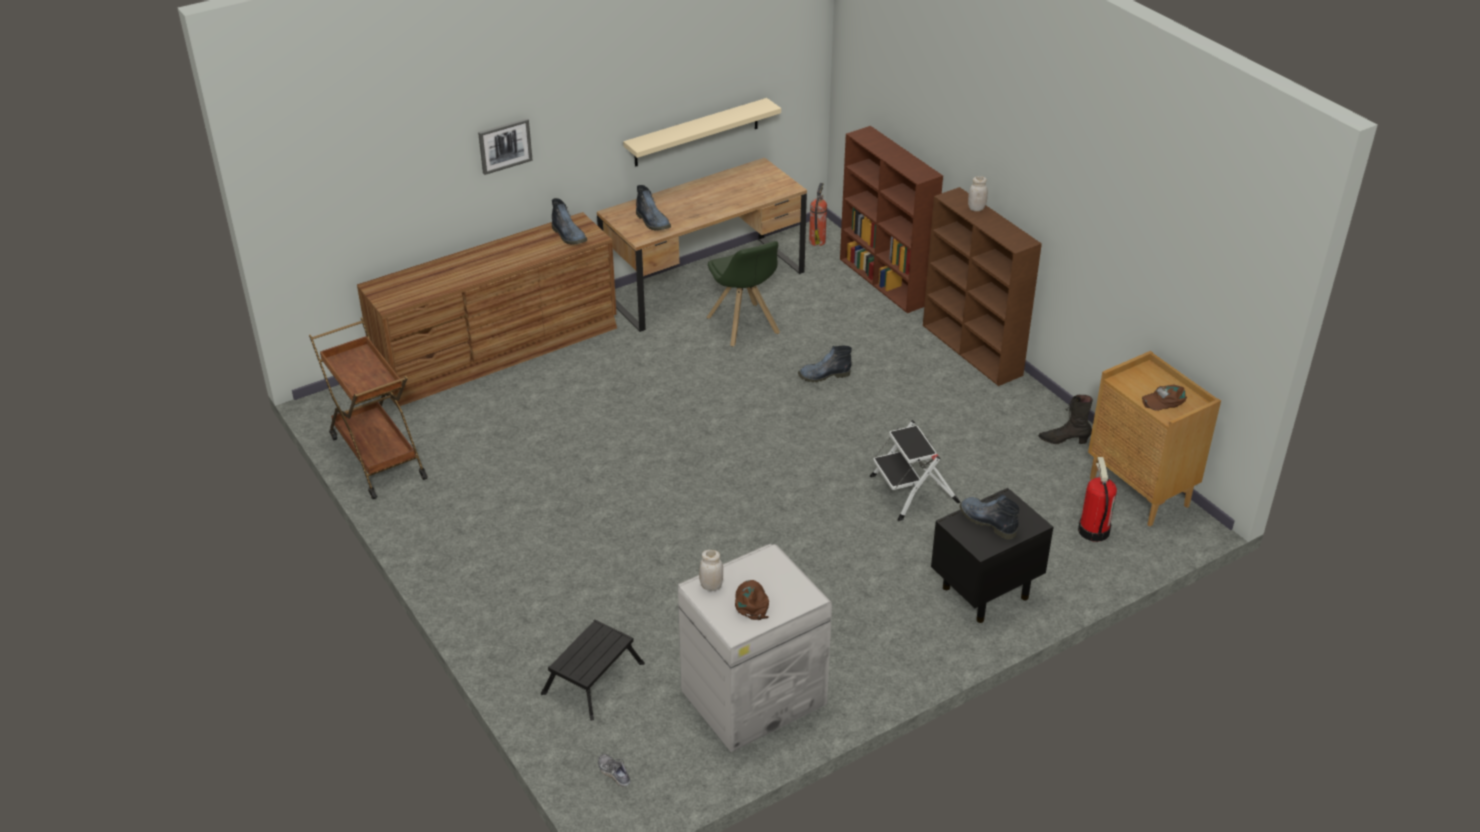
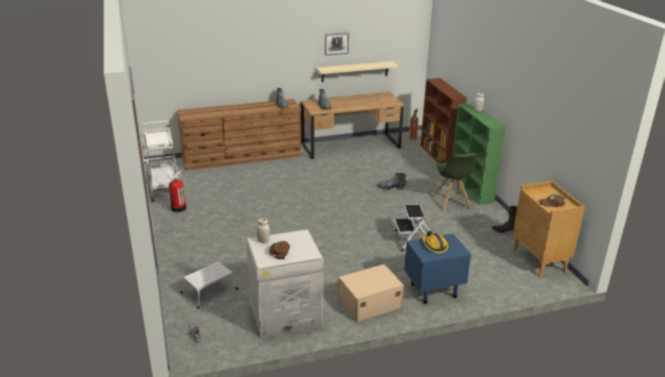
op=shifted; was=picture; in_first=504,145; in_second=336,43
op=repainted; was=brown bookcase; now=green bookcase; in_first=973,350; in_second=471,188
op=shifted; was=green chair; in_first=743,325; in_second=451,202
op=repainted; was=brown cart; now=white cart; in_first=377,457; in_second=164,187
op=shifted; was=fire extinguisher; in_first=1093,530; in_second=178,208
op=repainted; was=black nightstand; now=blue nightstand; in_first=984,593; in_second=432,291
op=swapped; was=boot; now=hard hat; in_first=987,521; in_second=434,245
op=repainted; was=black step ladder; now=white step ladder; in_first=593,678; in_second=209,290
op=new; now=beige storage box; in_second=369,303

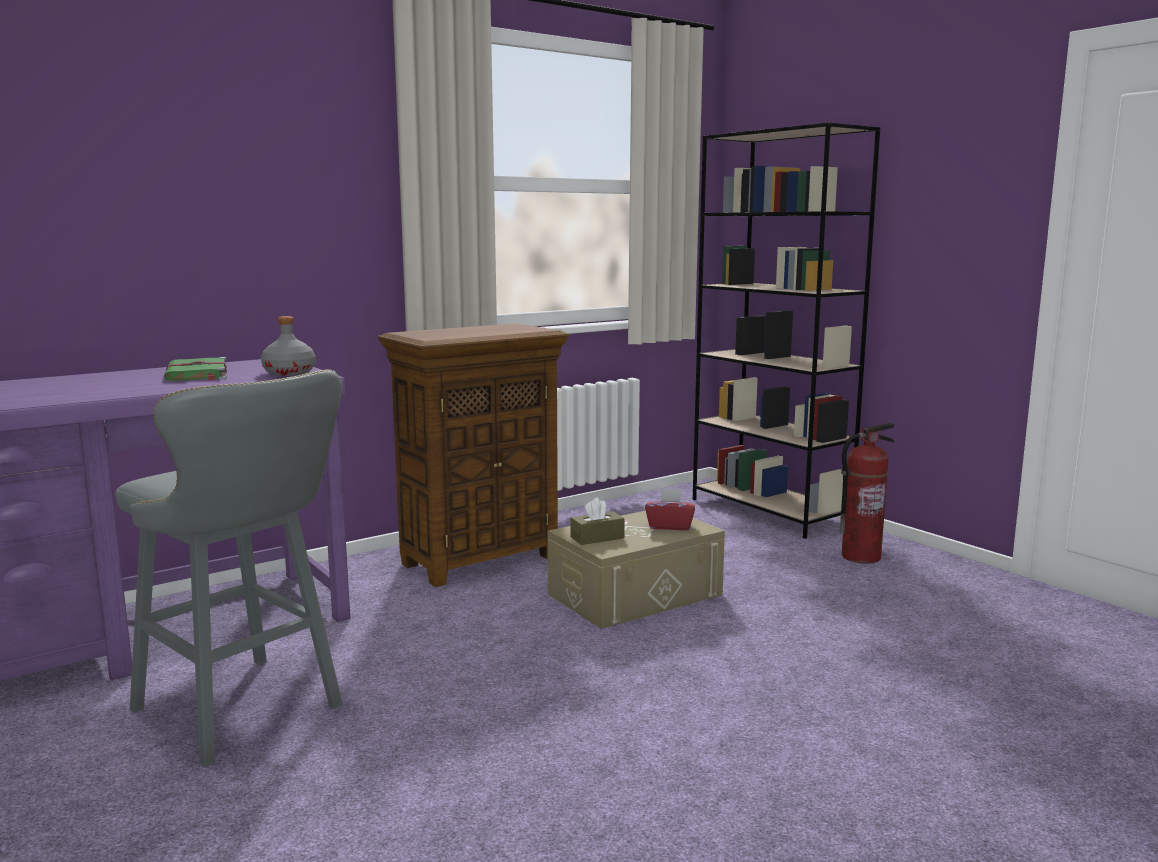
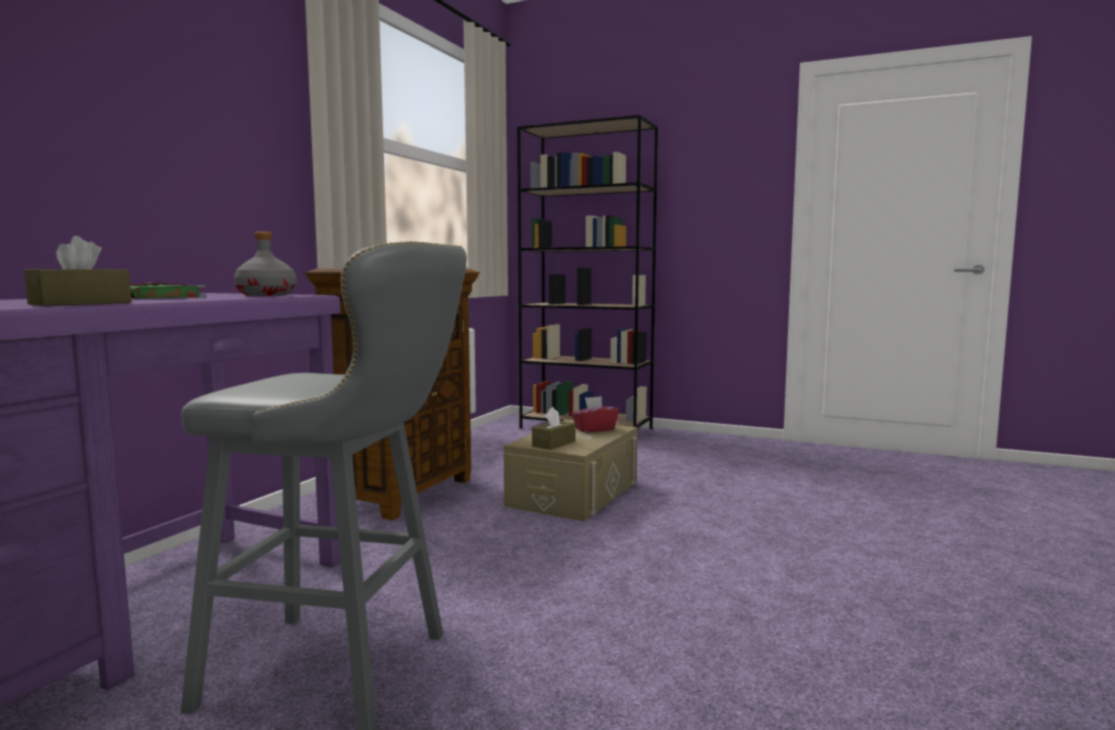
op=gone; was=fire extinguisher; in_first=861,557
op=new; now=brown tissue box; in_second=81,303

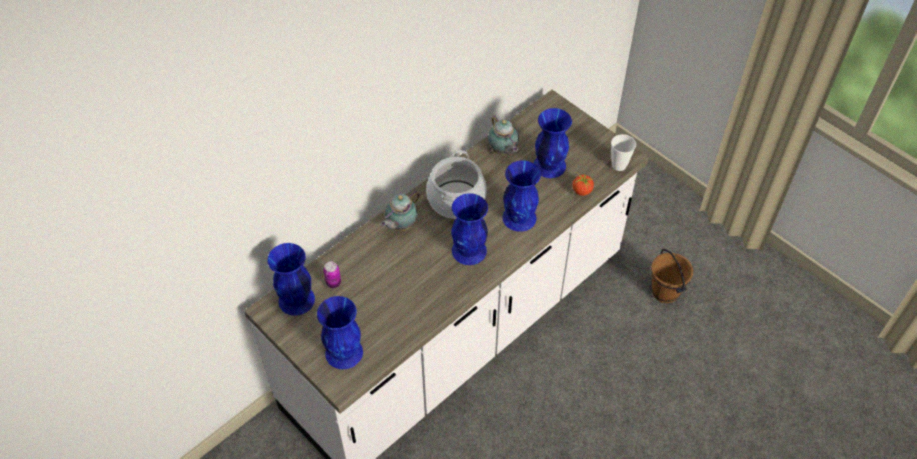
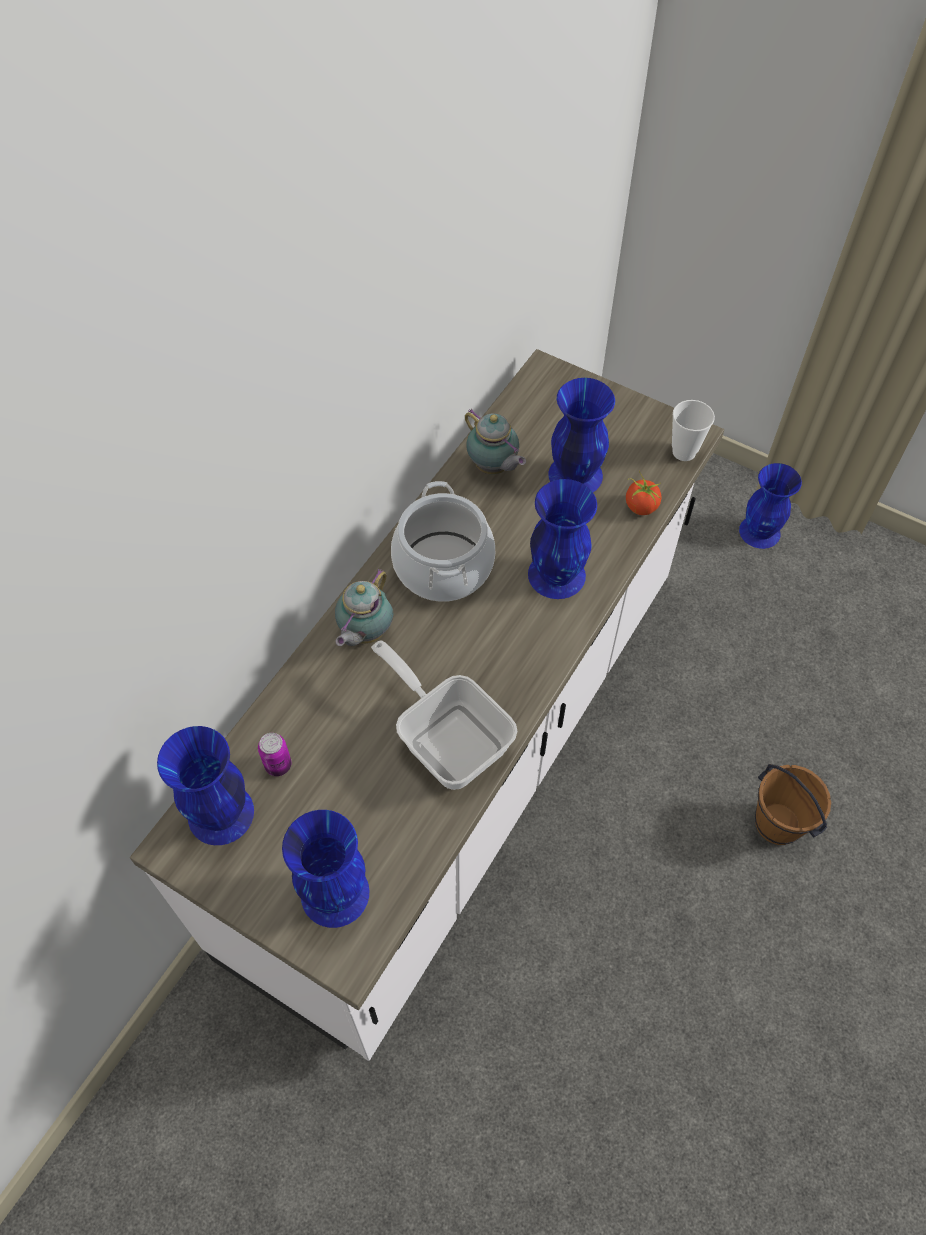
op=shifted; was=blue vase; in_first=469,251; in_second=760,532
op=shifted; was=brown bucket; in_first=665,292; in_second=778,823
op=new; now=frying pan; in_second=447,736

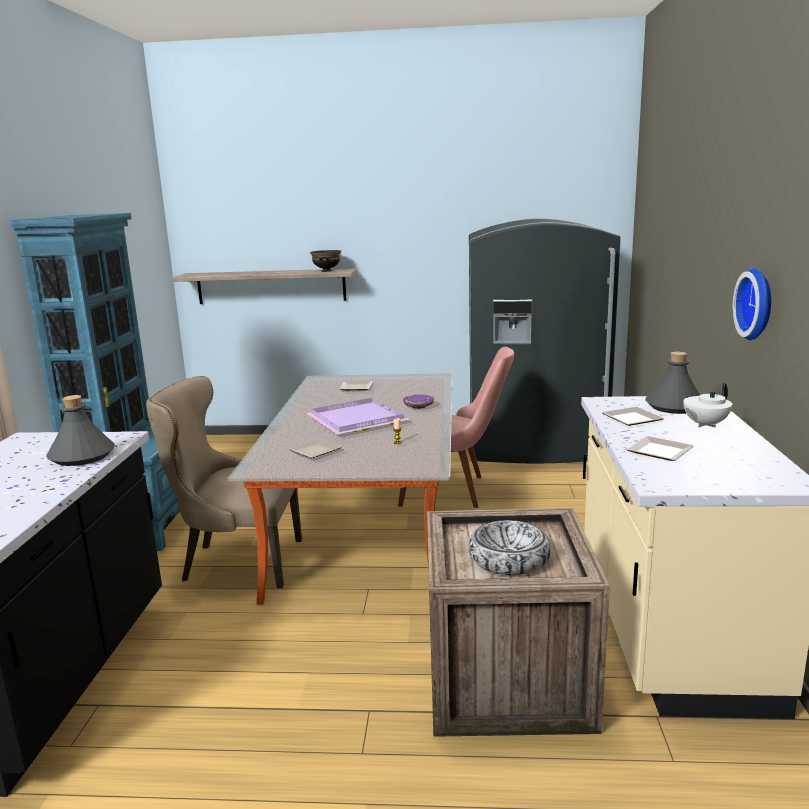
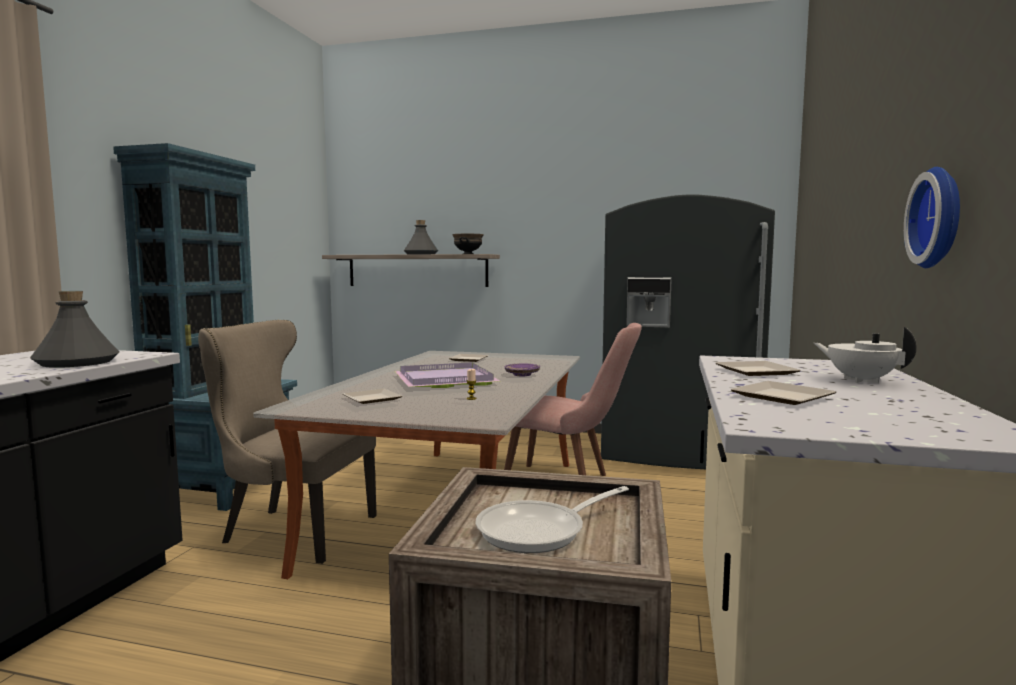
op=shifted; was=grey bottle; in_first=674,407; in_second=420,254
op=rotated; was=white teapot; in_first=704,425; in_second=861,380; clockwise=75
op=swapped; was=bowl; now=frying pan; in_first=509,558; in_second=539,531

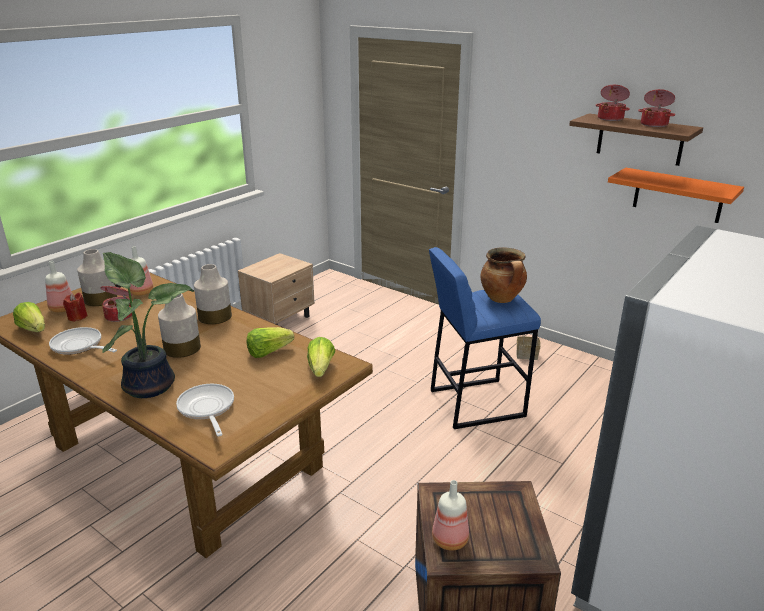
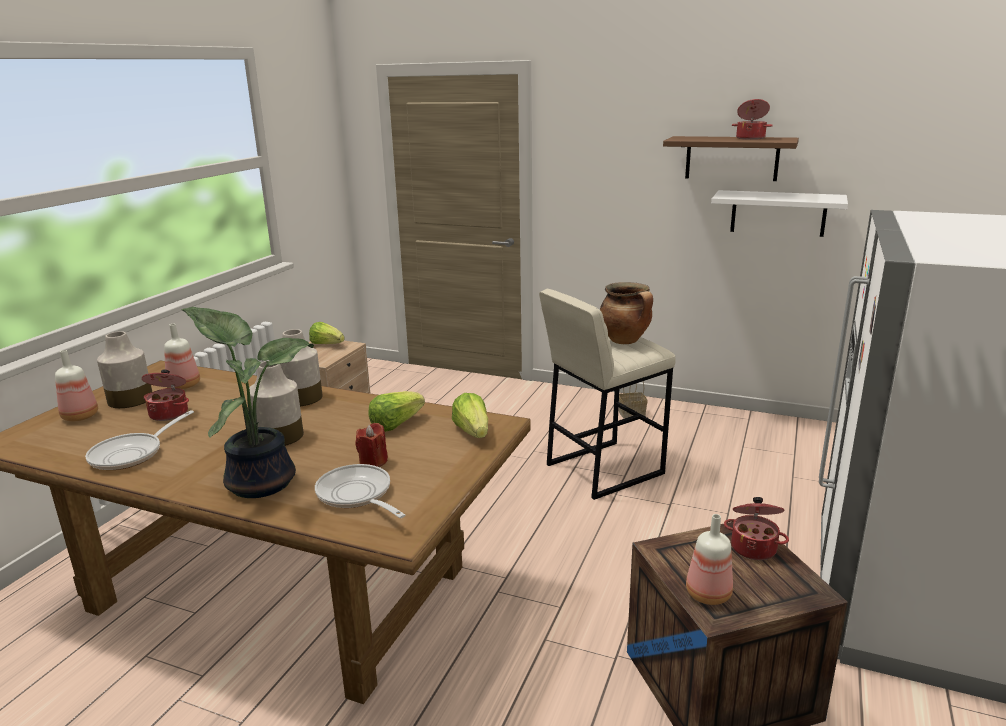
op=shifted; was=cooking pot; in_first=610,118; in_second=754,547
op=repainted; was=orange shelf; now=white shelf; in_first=678,195; in_second=778,213
op=repainted; was=blue stool; now=beige stool; in_first=474,403; in_second=602,470
op=shifted; was=red candle; in_first=77,317; in_second=373,462
op=shifted; was=lettuce; in_first=33,329; in_second=327,344
op=rotated; was=frying pan; in_first=79,346; in_second=132,454; clockwise=-75

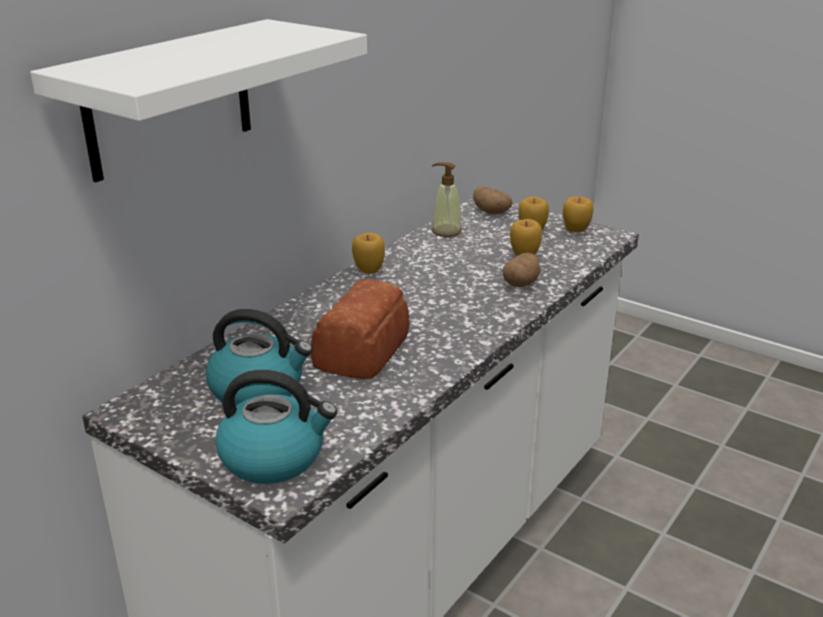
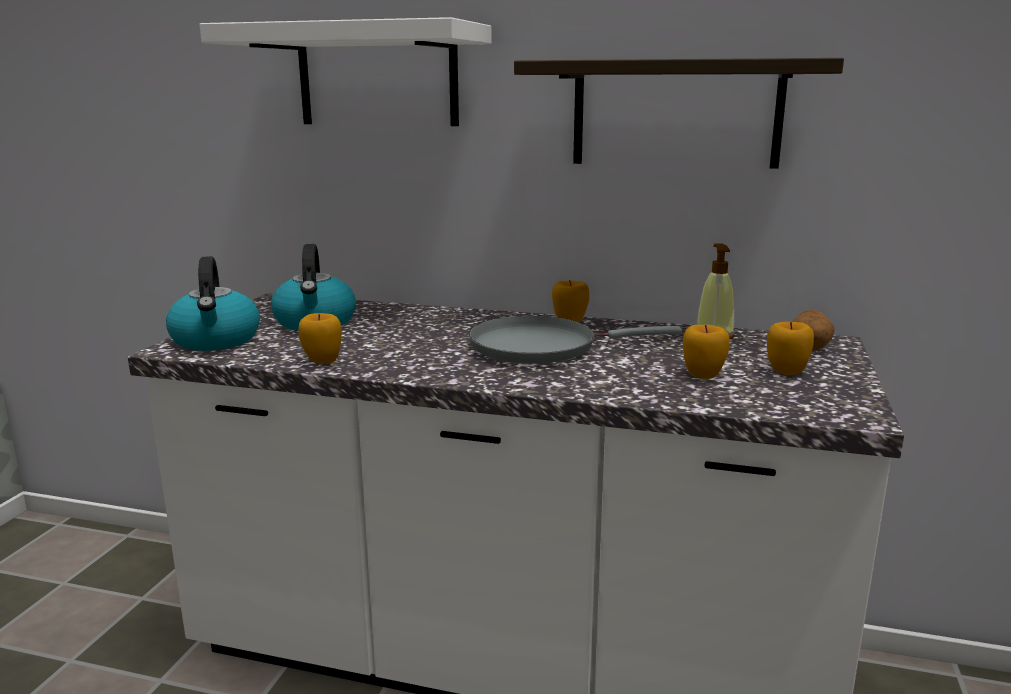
op=shifted; was=apple; in_first=575,230; in_second=322,361
op=gone; was=potato; in_first=521,283
op=gone; was=bread; in_first=364,350
op=new; now=shelf; in_second=676,114
op=new; now=grey frying pan; in_second=541,347

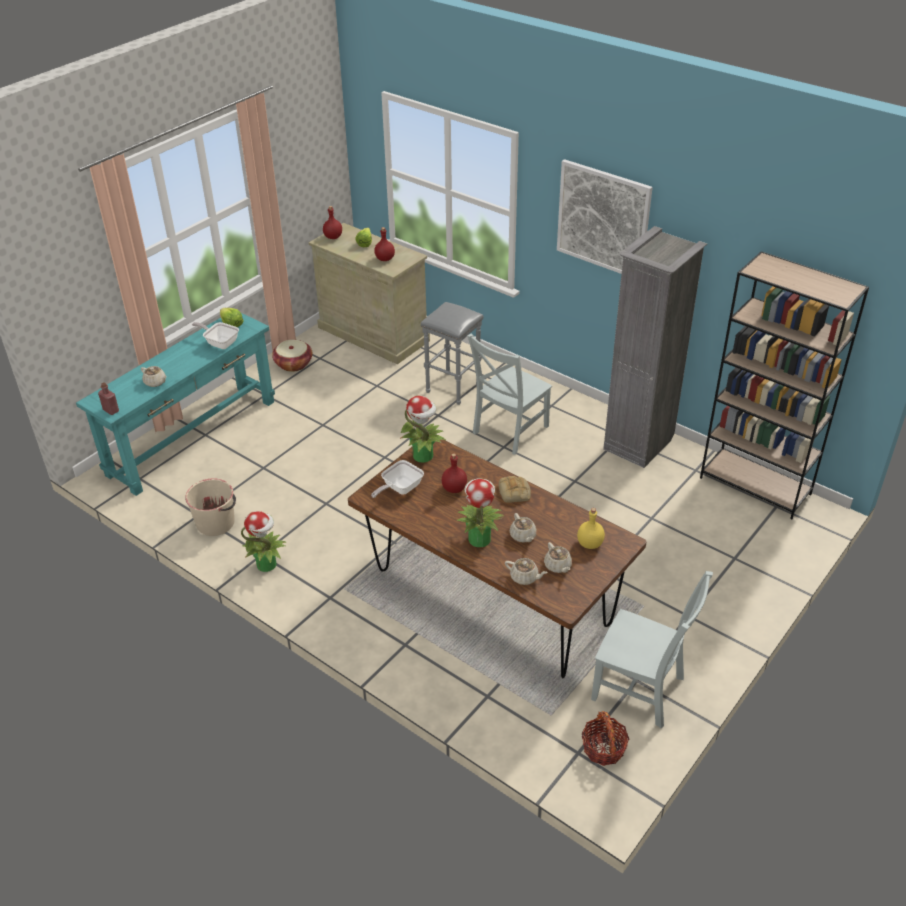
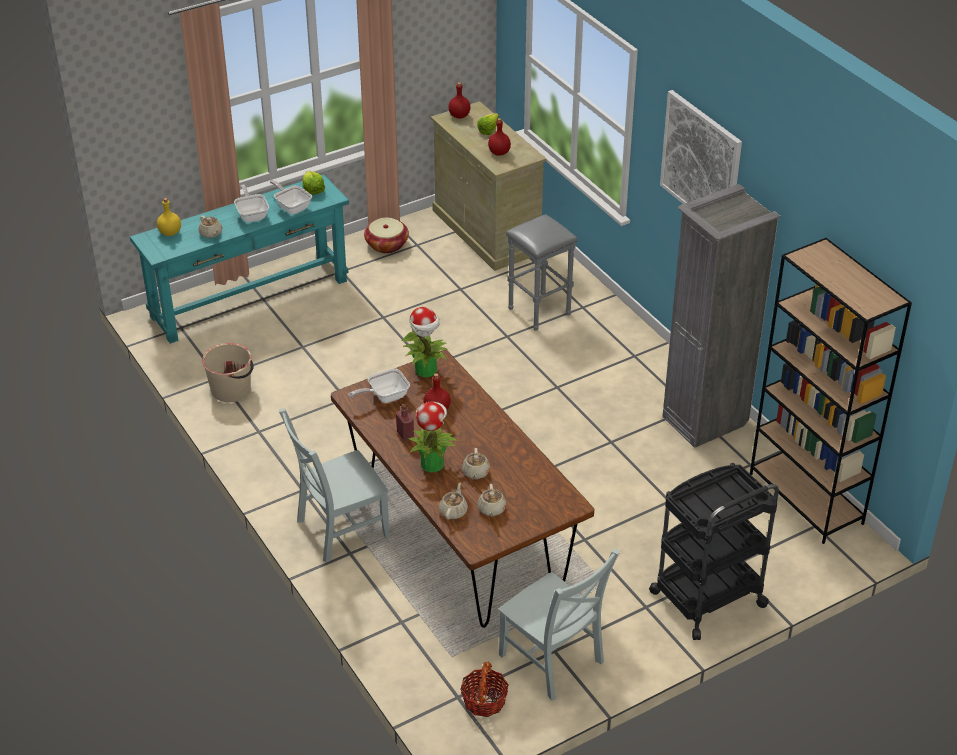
op=shifted; was=grey chair; in_first=508,431; in_second=339,529
op=shifted; was=red bottle; in_first=111,410; in_second=405,435
op=gone; was=bread; in_first=515,492
op=shifted; was=yellow bottle; in_first=590,543; in_second=170,232
op=gone; was=potted plant; in_first=267,564
op=rotated; was=beige teapot; in_first=525,577; in_second=453,511; clockwise=-120
op=new; now=frying pan; in_second=252,215
op=new; now=black cart; in_second=707,598

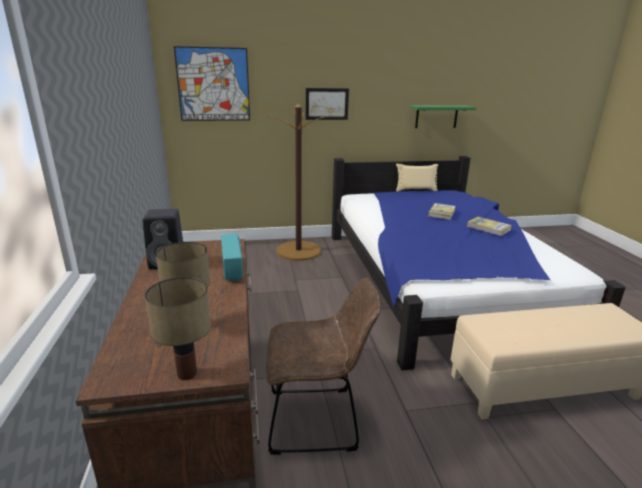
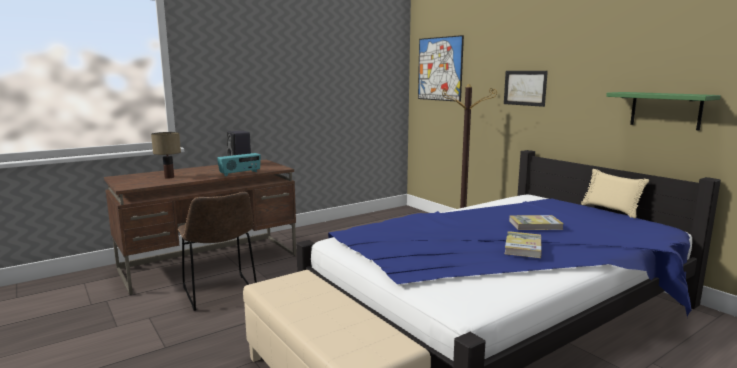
op=gone; was=table lamp; in_first=186,373

